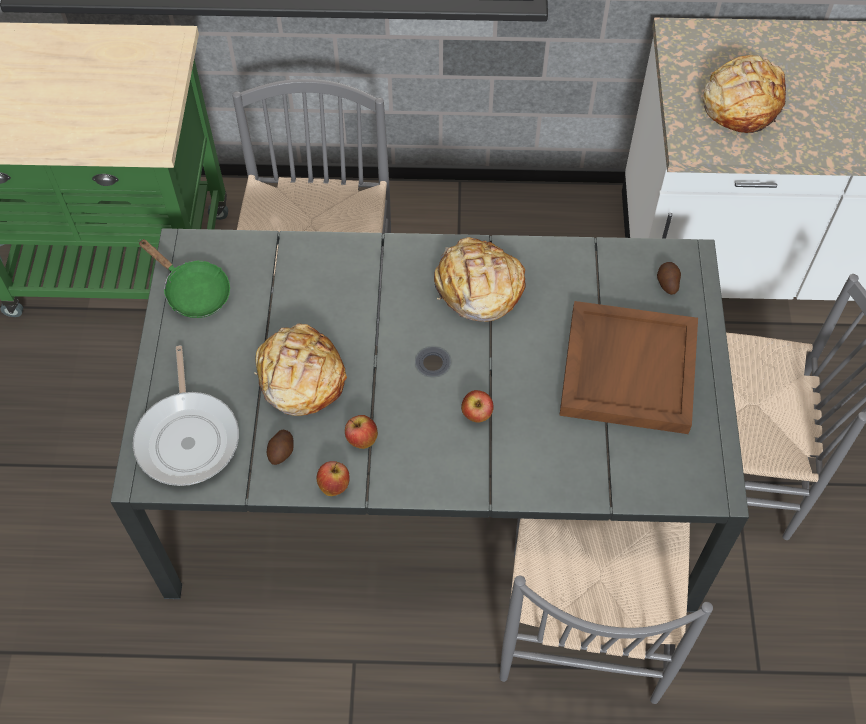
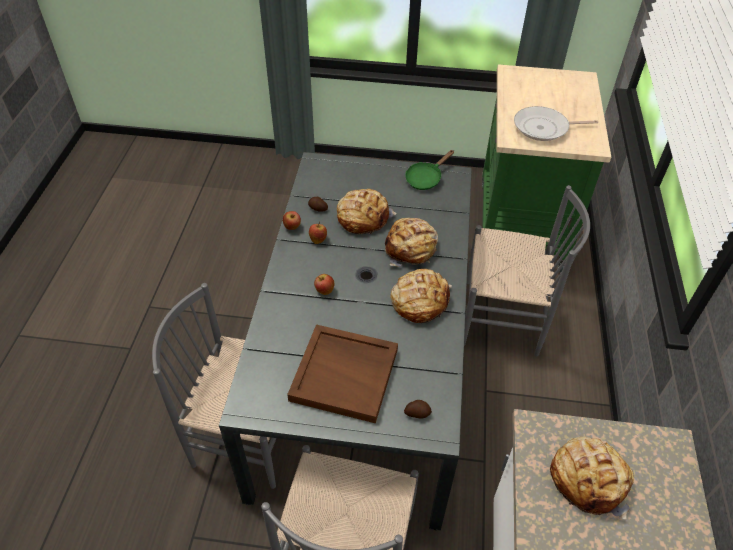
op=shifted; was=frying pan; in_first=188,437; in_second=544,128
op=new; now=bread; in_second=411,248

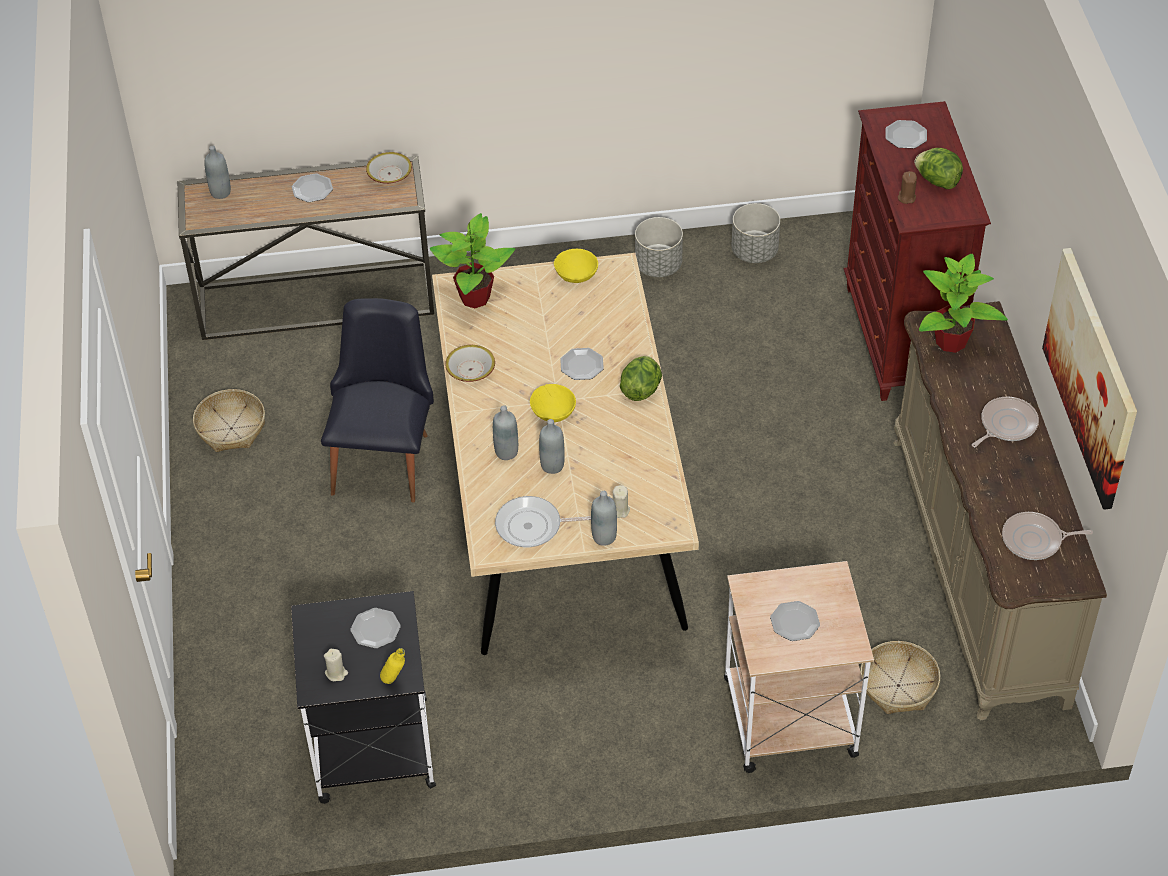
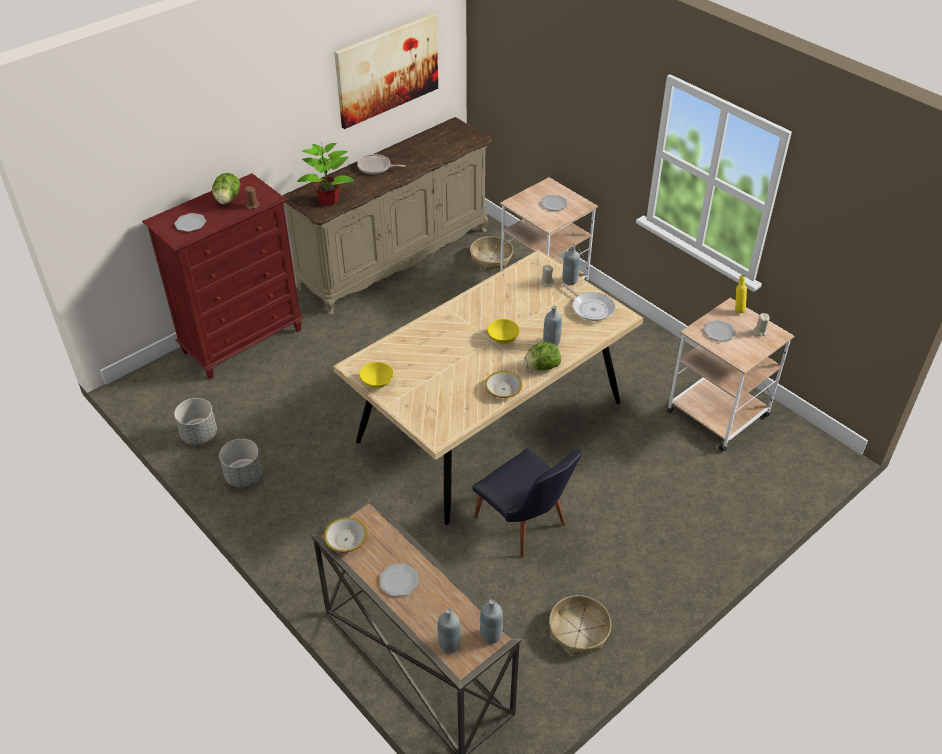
op=gone; was=potted plant; in_first=475,297
op=rotated; was=black chair; in_first=385,455; in_second=526,527; clockwise=-105
op=gone; was=plate; in_first=581,365
op=shifted; was=lettuce; in_first=641,389; in_second=541,367
op=shifted; was=grey bottle; in_first=552,465; in_second=491,635
op=gone; was=frying pan; in_first=1035,540
op=repainted; was=black cart; now=beige cart; in_first=370,748; in_second=718,415

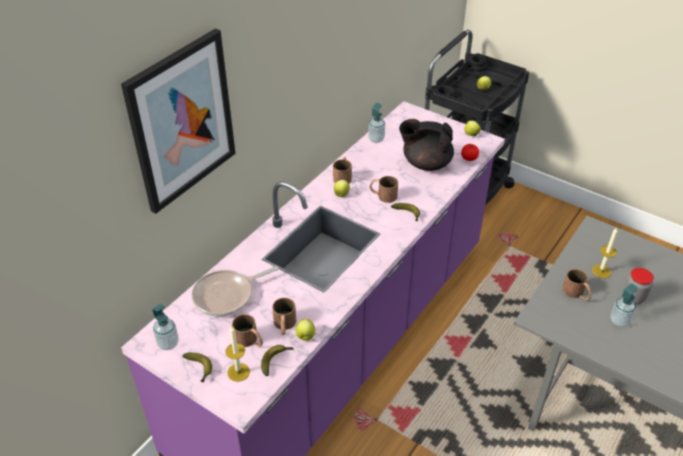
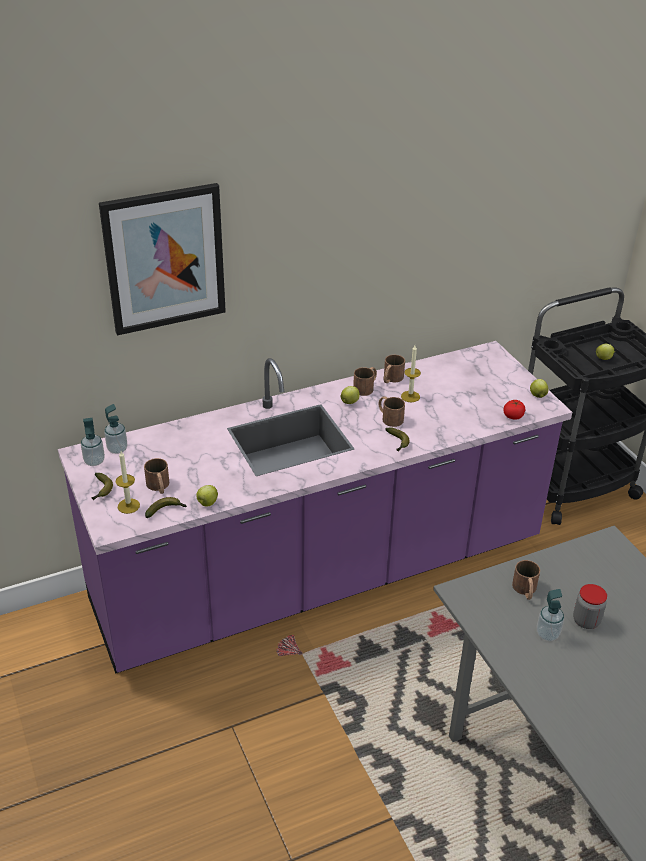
op=shifted; was=soap dispenser; in_first=376,139; in_second=117,449
op=gone; was=black teapot; in_first=425,163
op=shifted; was=candle; in_first=601,271; in_second=410,396
op=gone; was=frying pan; in_first=227,295
op=shifted; was=brown mug; in_first=284,325; in_second=391,379

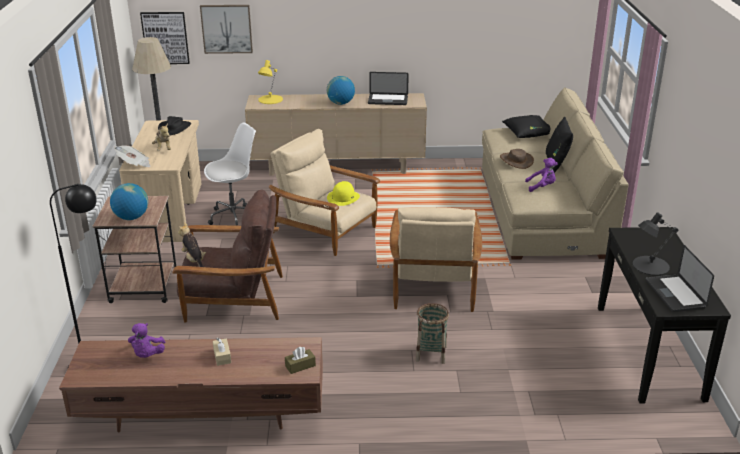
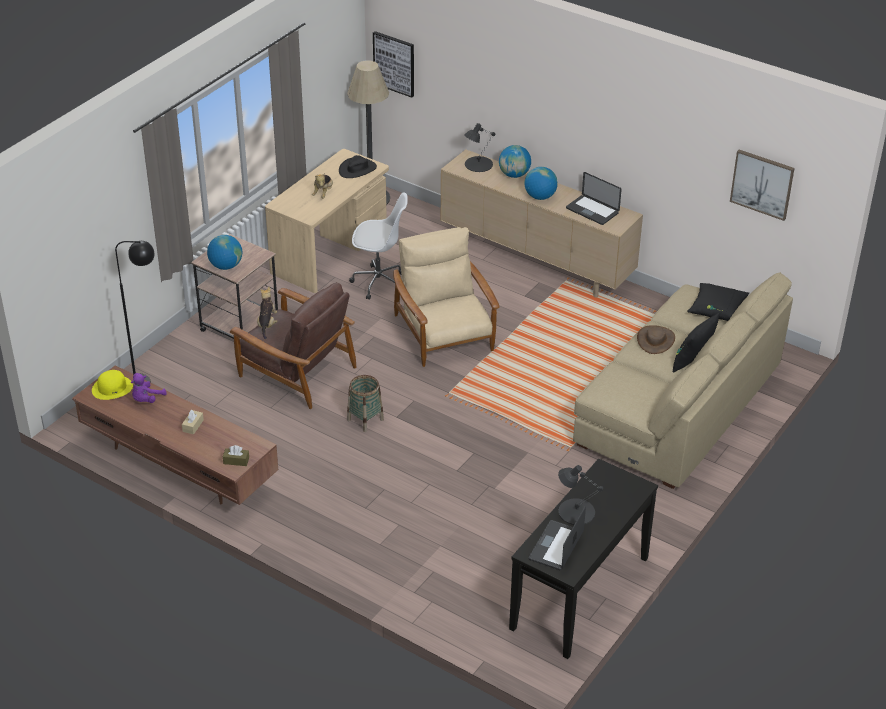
op=shifted; was=picture; in_first=226,28; in_second=762,184
op=repainted; was=yellow table lamp; now=black table lamp; in_first=270,99; in_second=478,164
op=gone; was=newspaper; in_first=134,165
op=gone; was=purple plush toy; in_first=541,187
op=shifted; was=yellow hat; in_first=343,197; in_second=112,388
op=gone; was=beige armchair; in_first=433,284
op=shifted; was=basket; in_first=431,353; in_second=365,419
op=new; now=globe; in_second=514,175

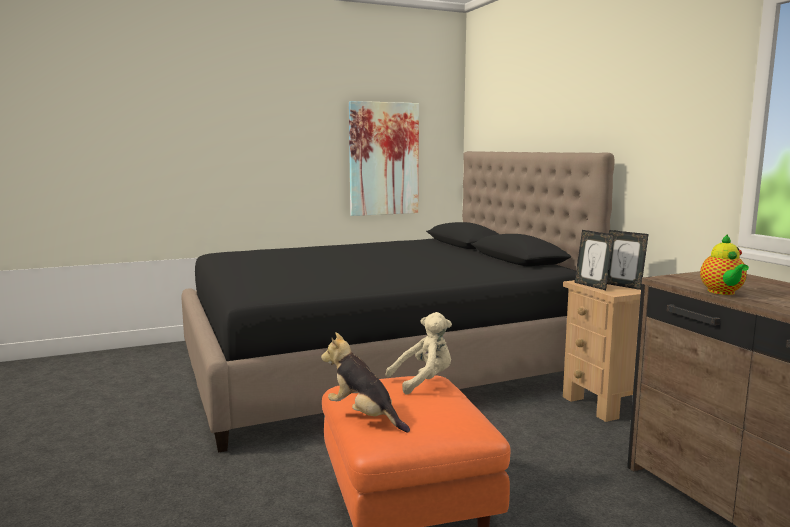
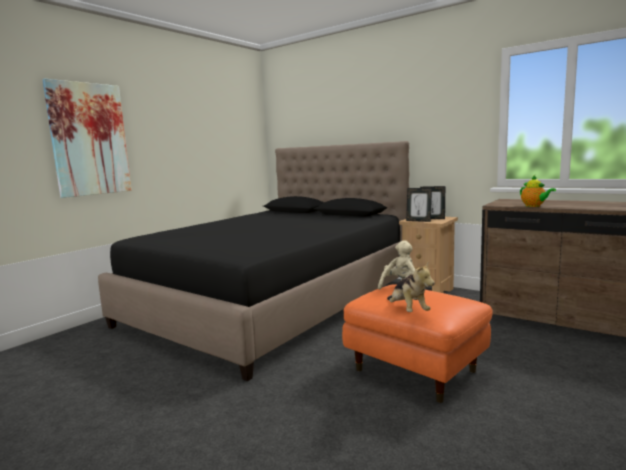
op=shifted; was=picture; in_first=384,159; in_second=89,139
op=rotated; was=plush toy; in_first=364,416; in_second=408,310; clockwise=-120

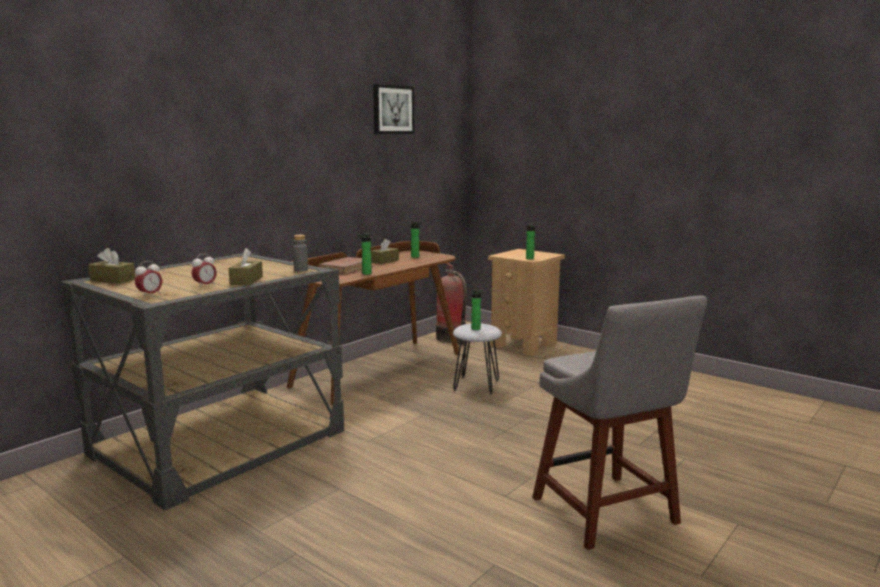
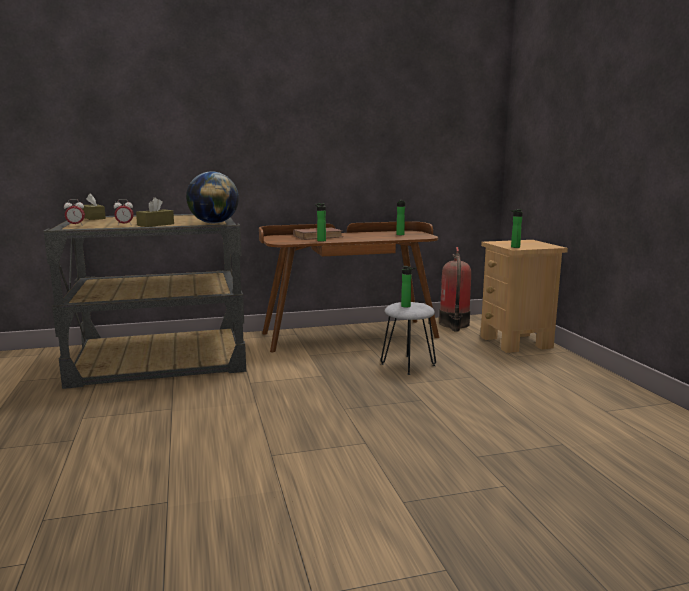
op=gone; was=picture; in_first=393,110
op=swapped; was=grey bottle; now=globe; in_first=301,270; in_second=214,223
op=gone; was=brown tissue box; in_first=384,261
op=gone; was=grey chair; in_first=608,514

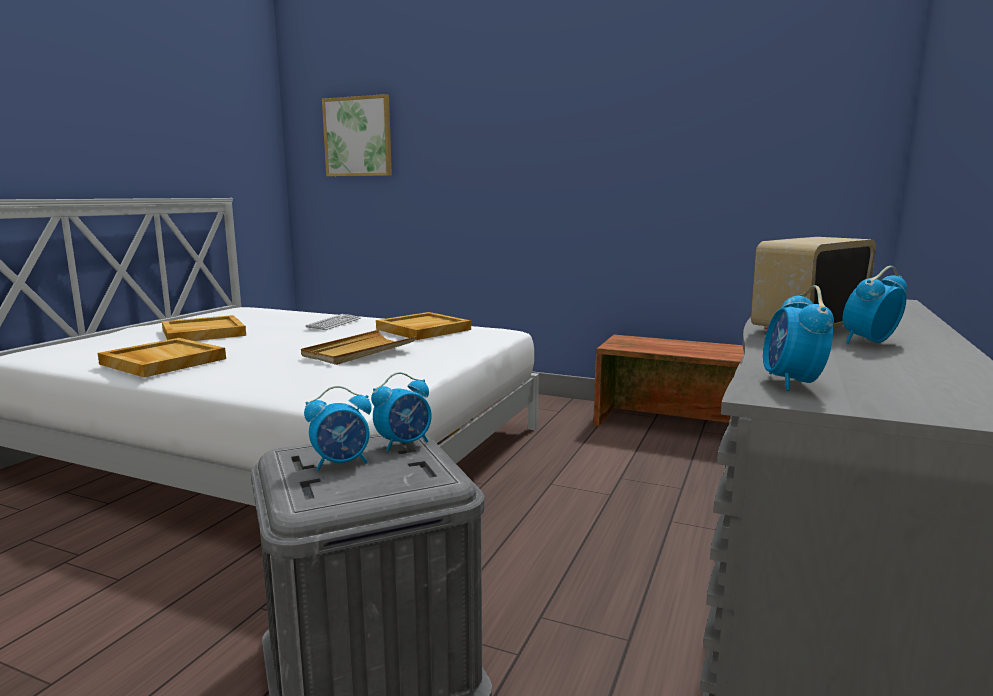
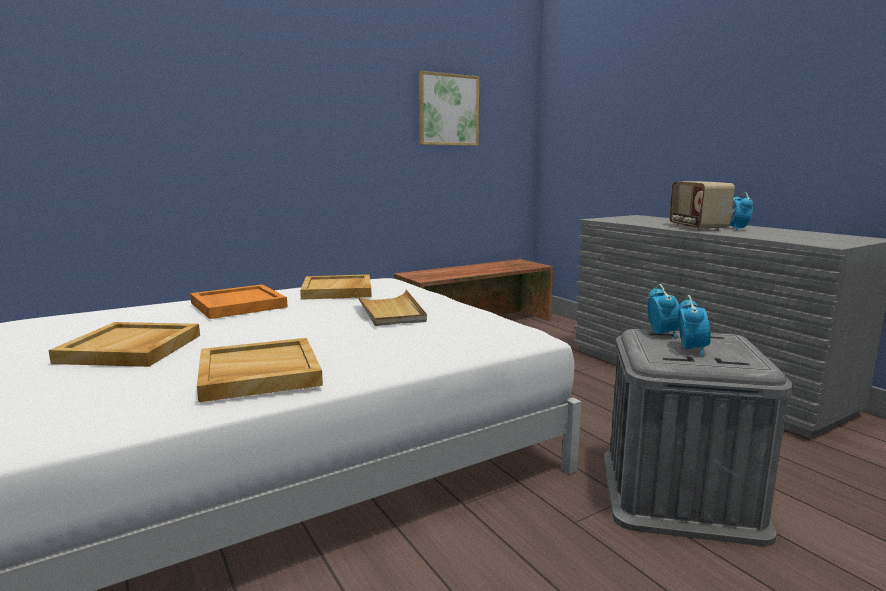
op=shifted; was=picture; in_first=358,137; in_second=448,110
op=gone; was=alarm clock; in_first=791,383
op=swapped; was=keyboard; now=orange tray; in_first=334,323; in_second=237,305

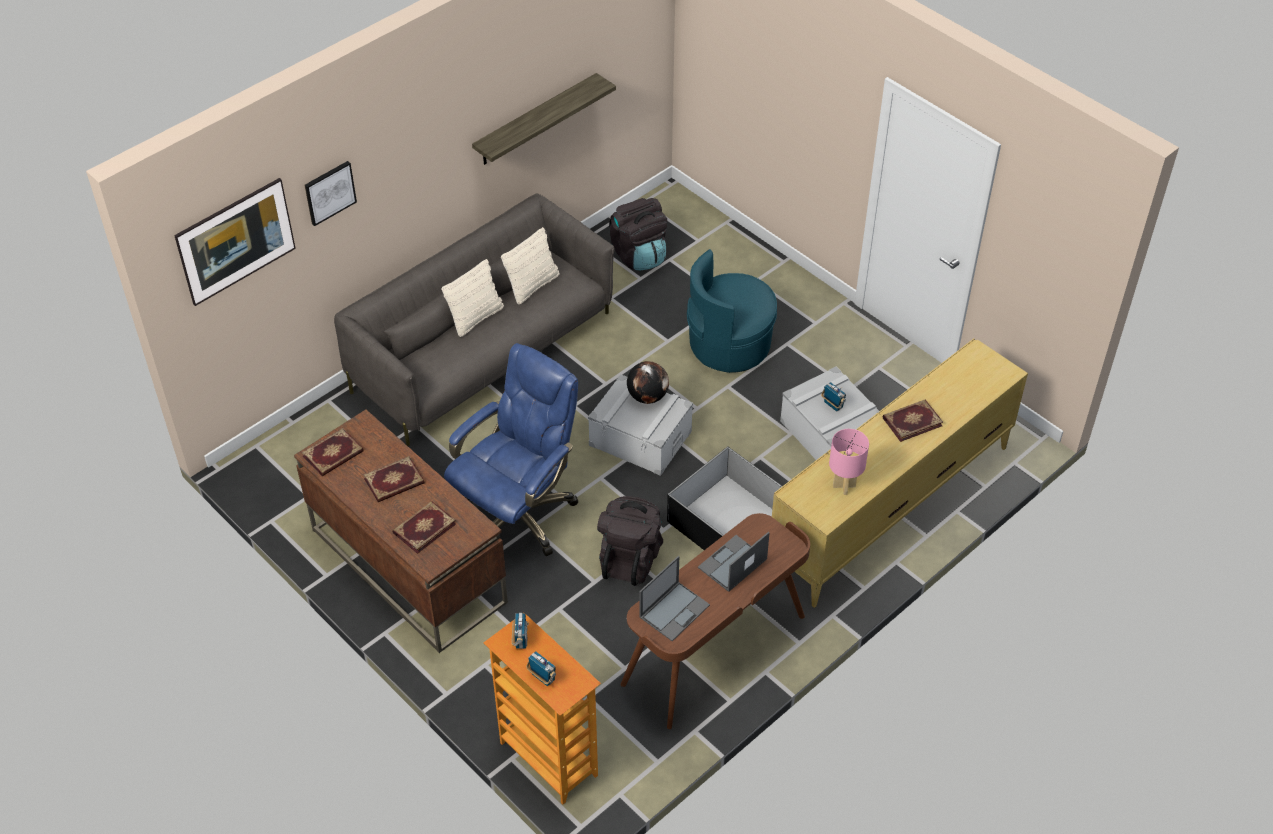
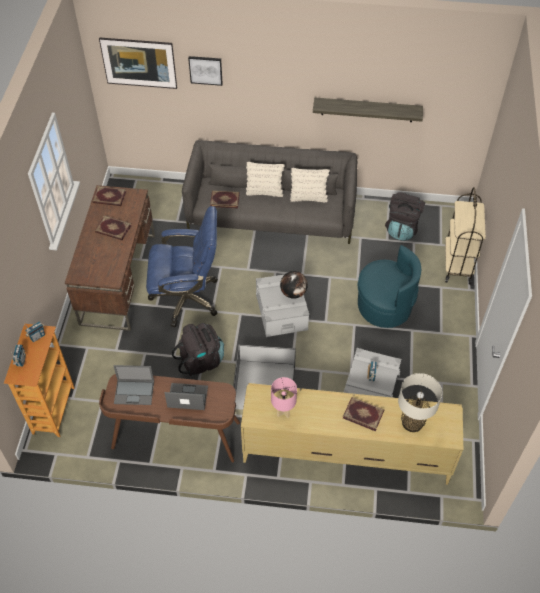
op=rotated; was=turquoise armchair; in_first=730,344; in_second=384,306; clockwise=150
op=shifted; was=book; in_first=423,528; in_second=225,200
op=new; now=beige cart; in_second=458,262
op=new; now=table lamp; in_second=412,422

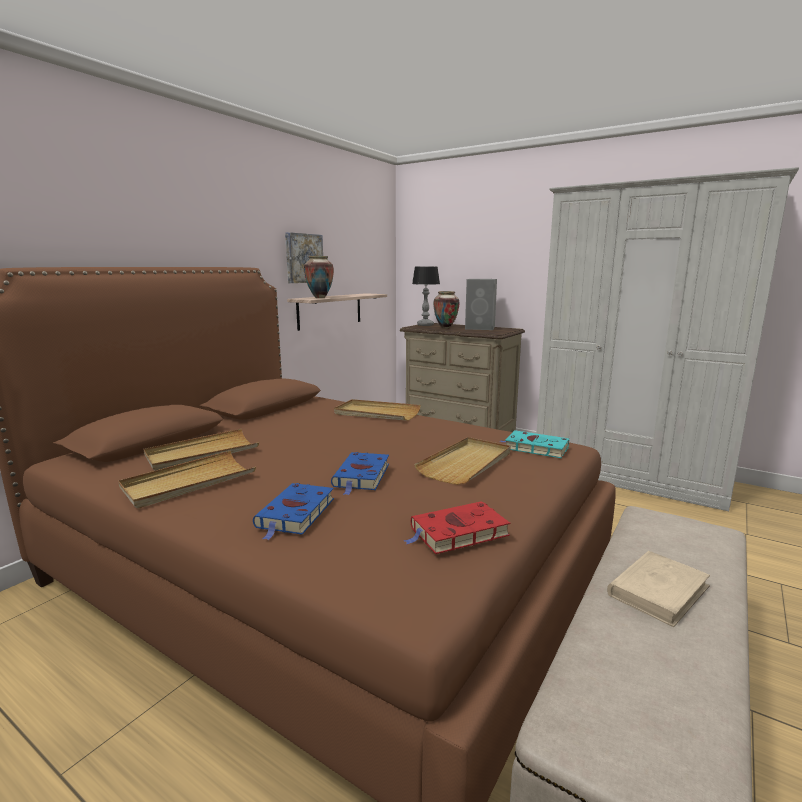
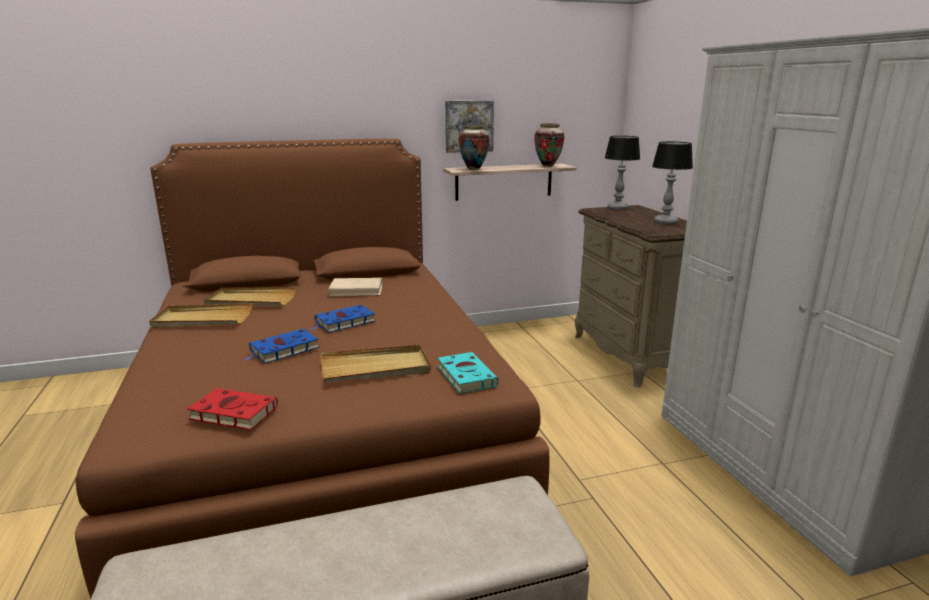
op=swapped; was=grey speaker; now=table lamp; in_first=481,328; in_second=666,222
op=shifted; was=vase; in_first=445,328; in_second=547,166
op=gone; was=beige tray; in_first=376,413
op=shifted; was=blue book; in_first=295,514; in_second=343,322
op=shifted; was=beige book; in_first=658,590; in_second=356,290

